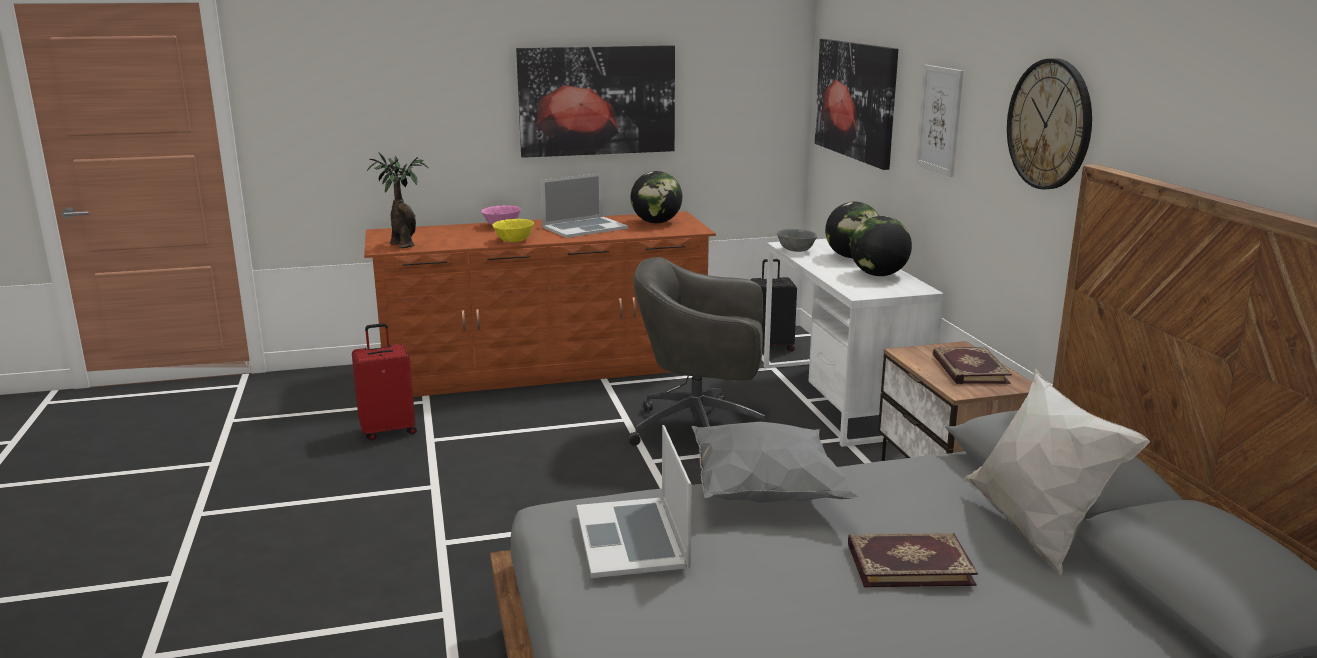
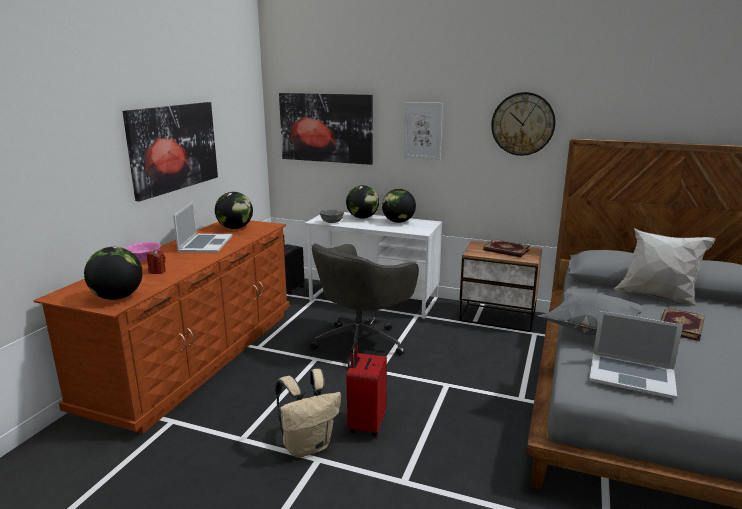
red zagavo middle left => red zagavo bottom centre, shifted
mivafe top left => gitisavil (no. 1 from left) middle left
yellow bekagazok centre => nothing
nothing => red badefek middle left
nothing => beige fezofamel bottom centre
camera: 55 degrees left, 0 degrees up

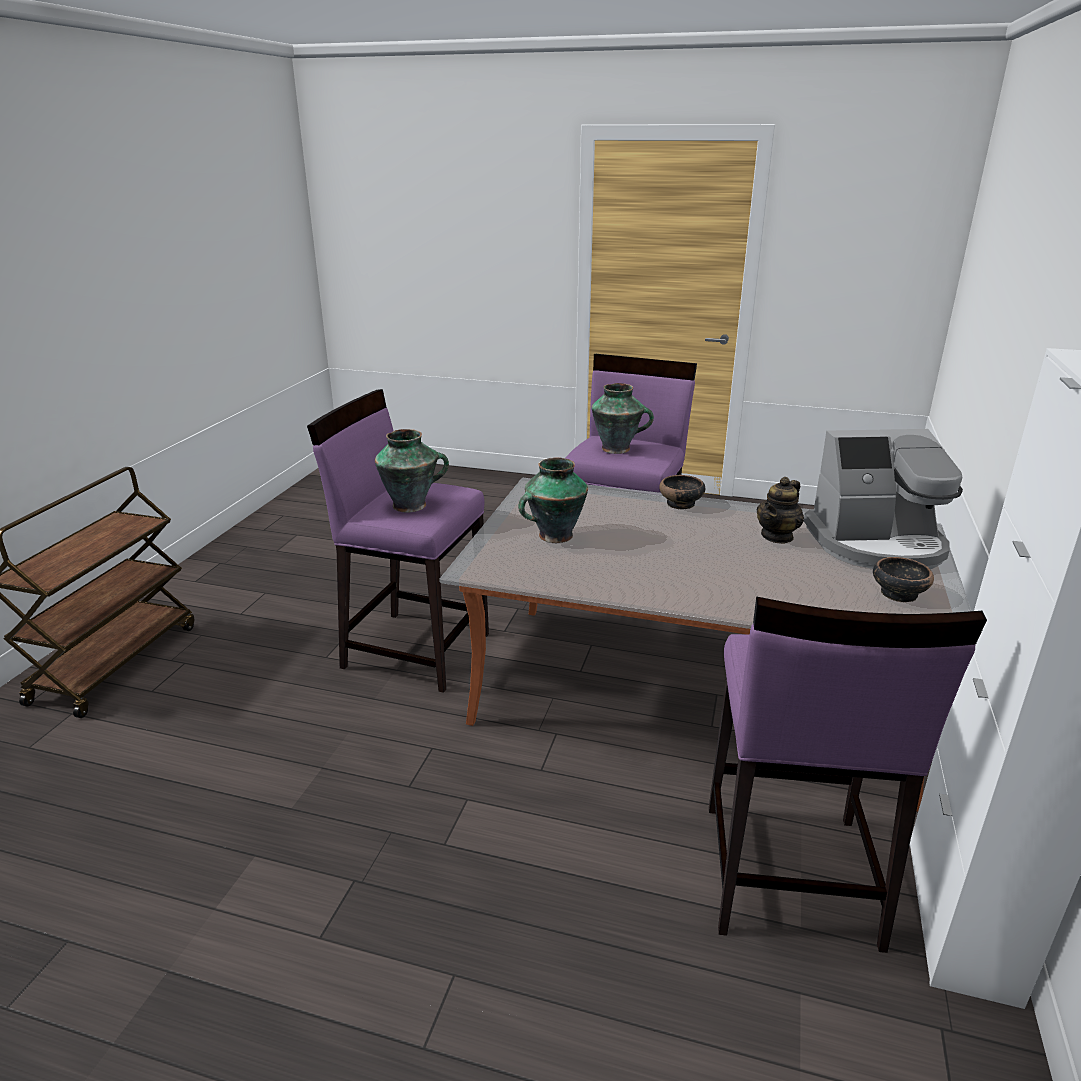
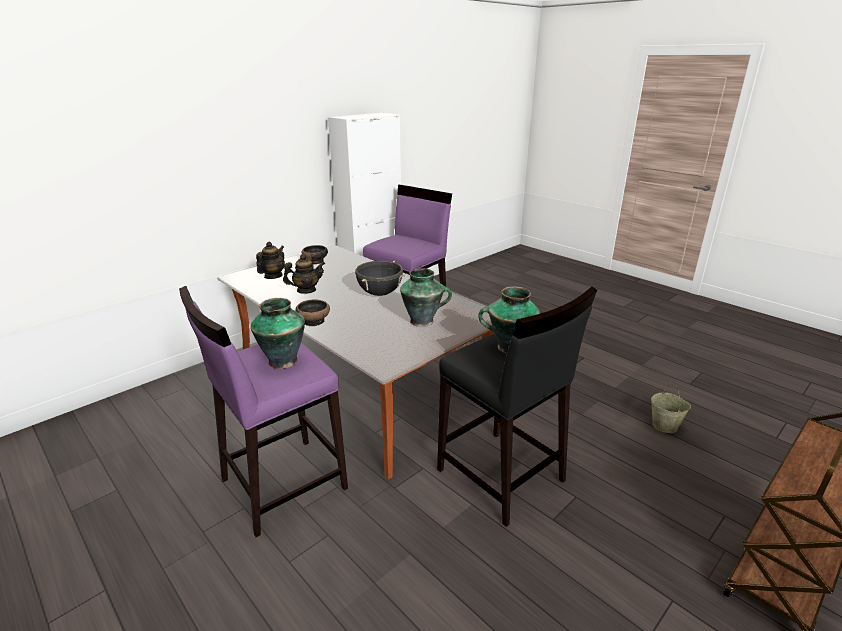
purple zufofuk (no. 1 from left) centre => black zufofuk centre
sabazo middle right => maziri (no. 1 from left) middle left
nothing => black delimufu centre
nothing => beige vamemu middle right
camera: 150 degrees left, 0 degrees up

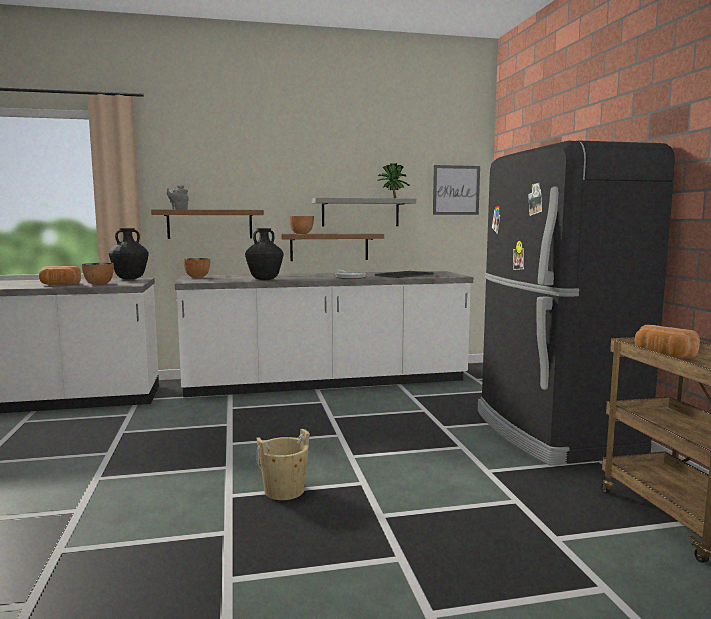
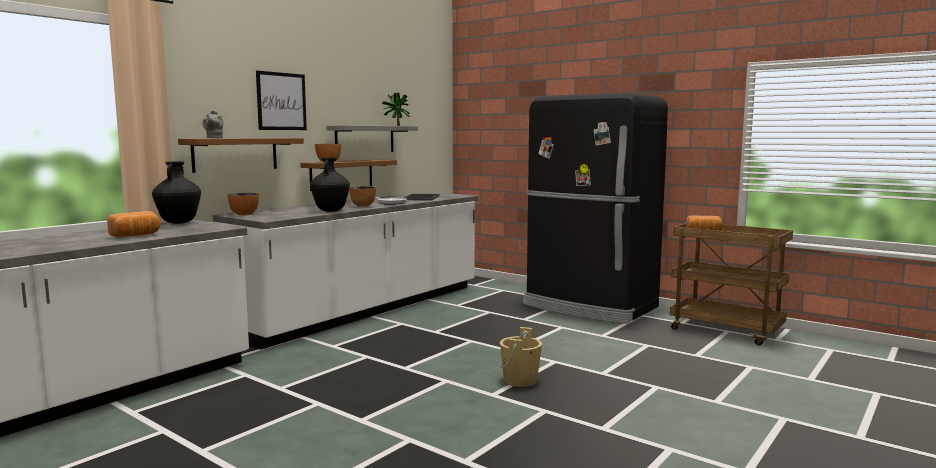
bekagazok (no. 1 from left in the first image) middle left => bekagazok (no. 3 from left) centre, shifted
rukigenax top centre => rukigenax top left, shifted
camera: 40 degrees left, 0 degrees up

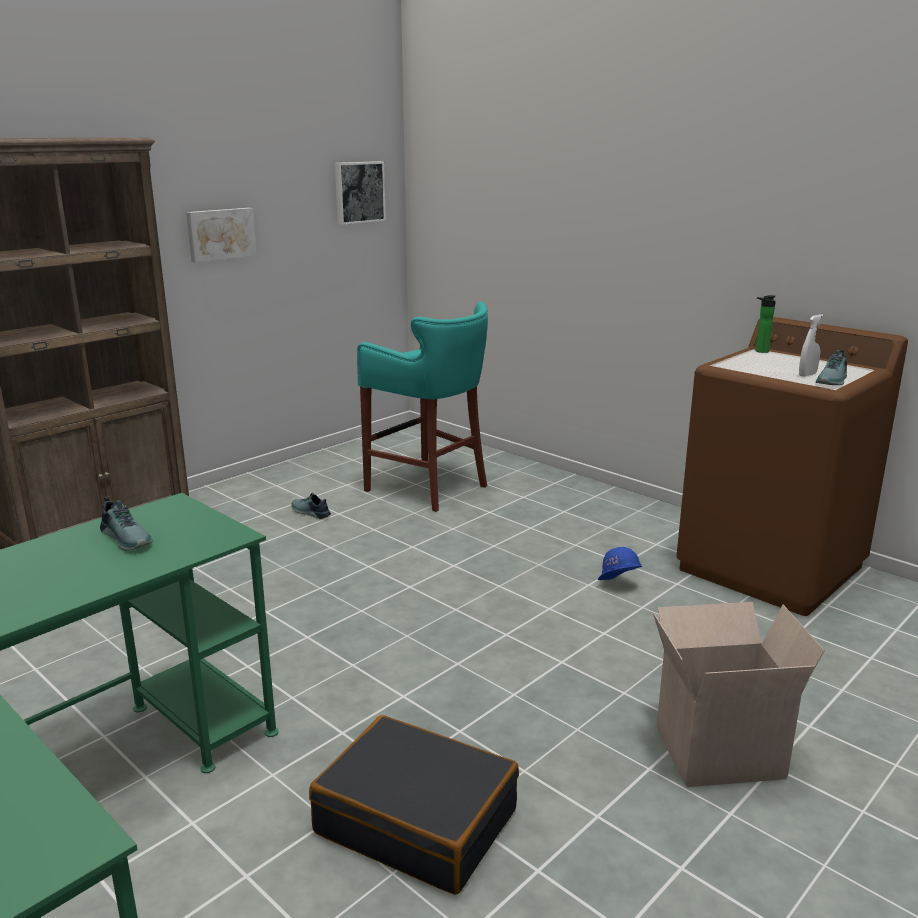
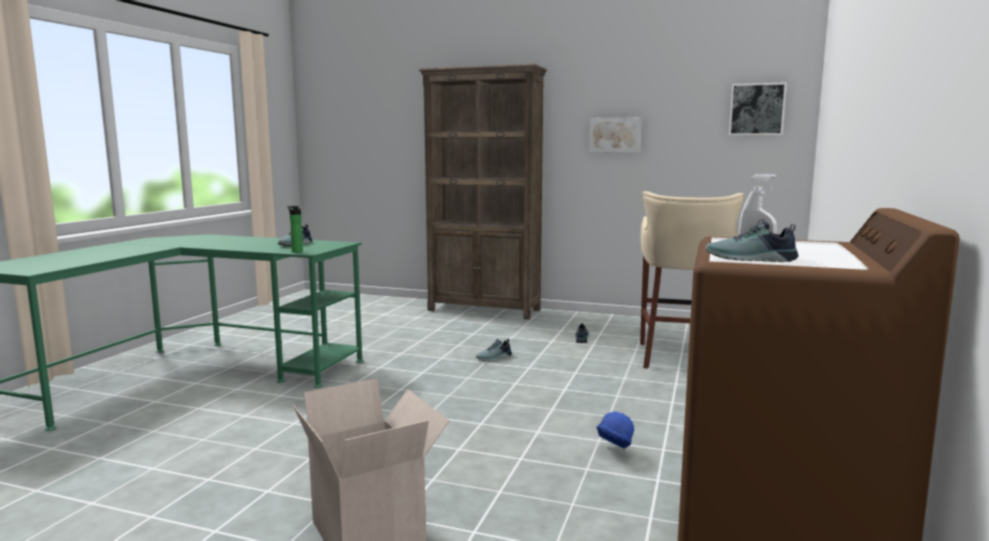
black zagavo bottom centre => nothing
turquoise zufofuk centre => beige zufofuk middle right
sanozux middle right => sanozux middle left, shifted
nothing => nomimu (no. 2 from left) centre
camera: 65 degrees right, 10 degrees down

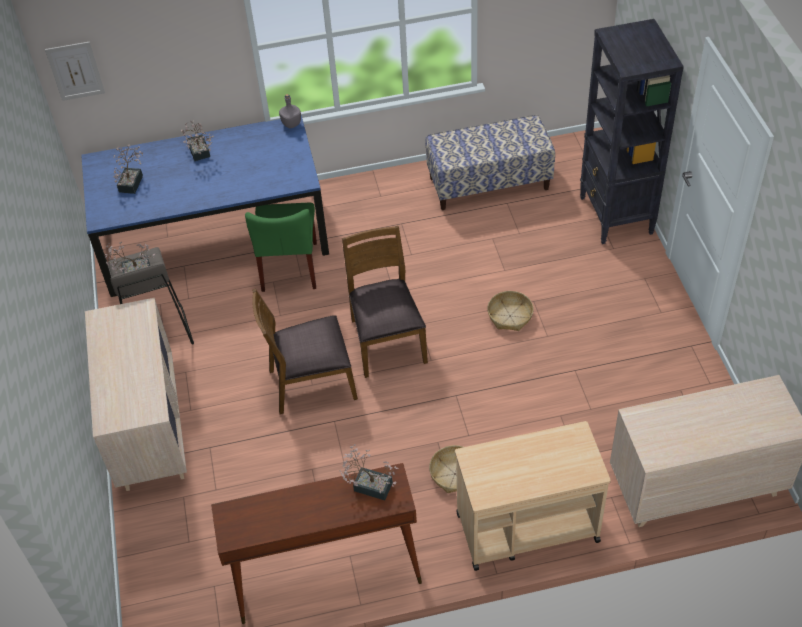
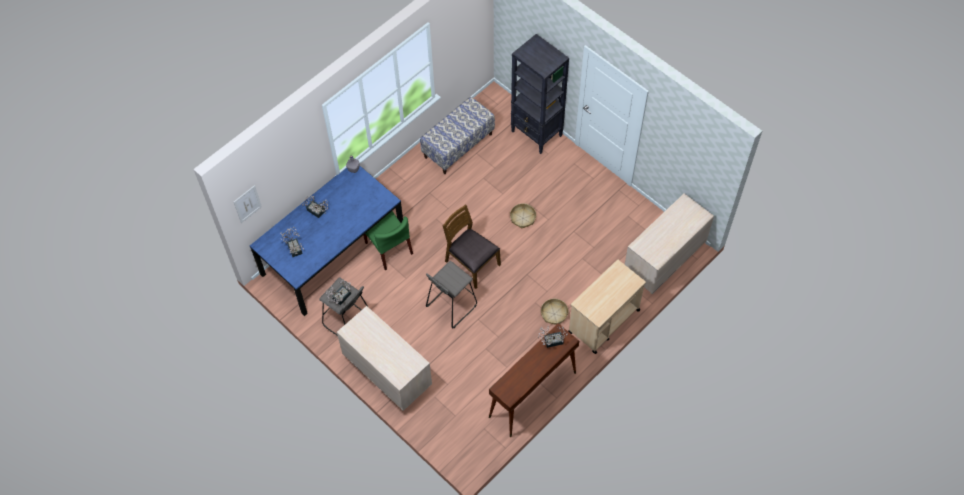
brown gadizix (no. 1 from left) centre => grey zufofuk (no. 2 from left) centre
camera: 35 degrees left, 10 degrees up

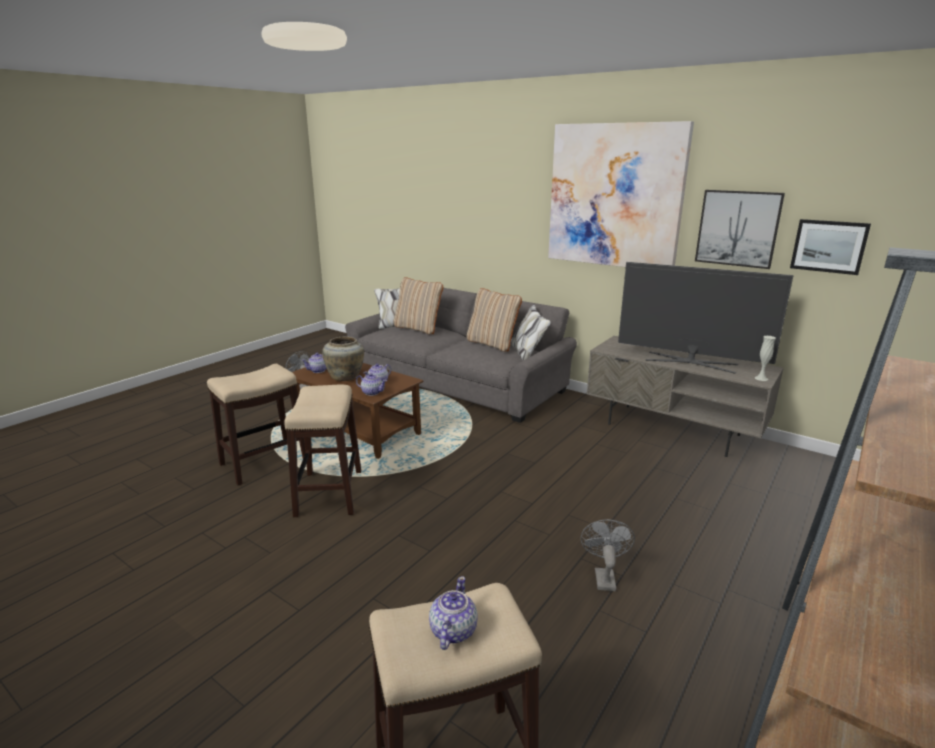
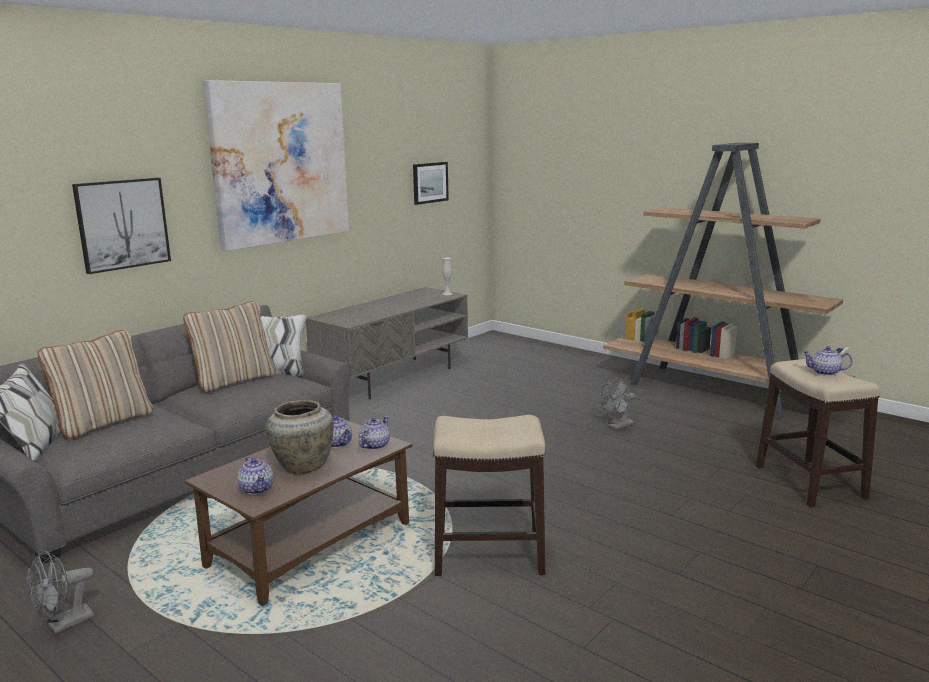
zufofuk (no. 1 from left) middle left => nothing
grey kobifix (no. 2 from left) bottom centre => grey kobifix (no. 2 from left) centre, 45 degrees counterclockwise
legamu middle right => nothing
rukigenax (no. 2 from left in the first image) top right => rukigenax (no. 1 from left) top left, shifted
camera: 85 degrees left, 5 degrees down

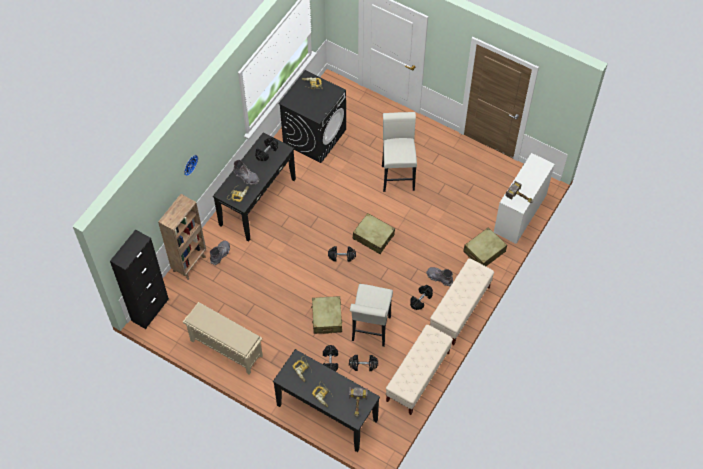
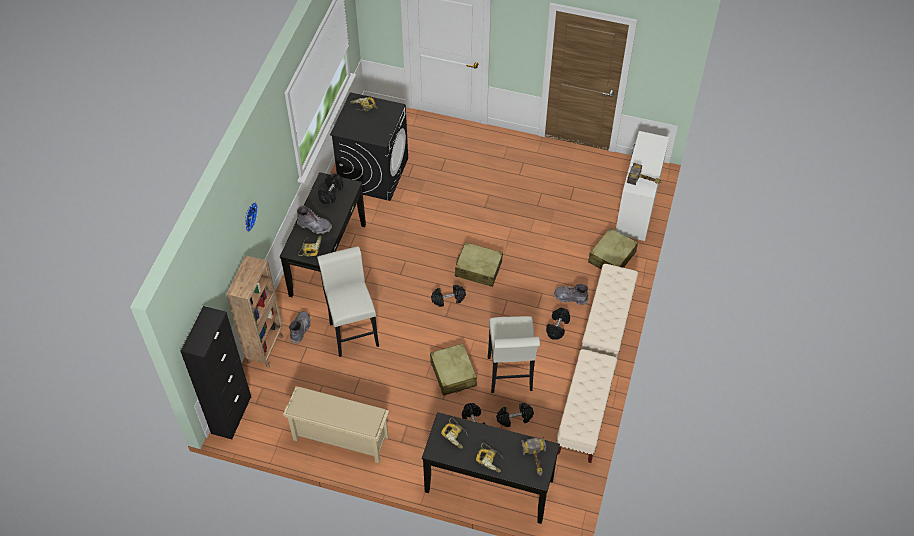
white zufofuk (no. 2 from left in the first image) top centre => white zufofuk (no. 1 from left) centre, shifted
camera: 15 degrees left, 5 degrees down

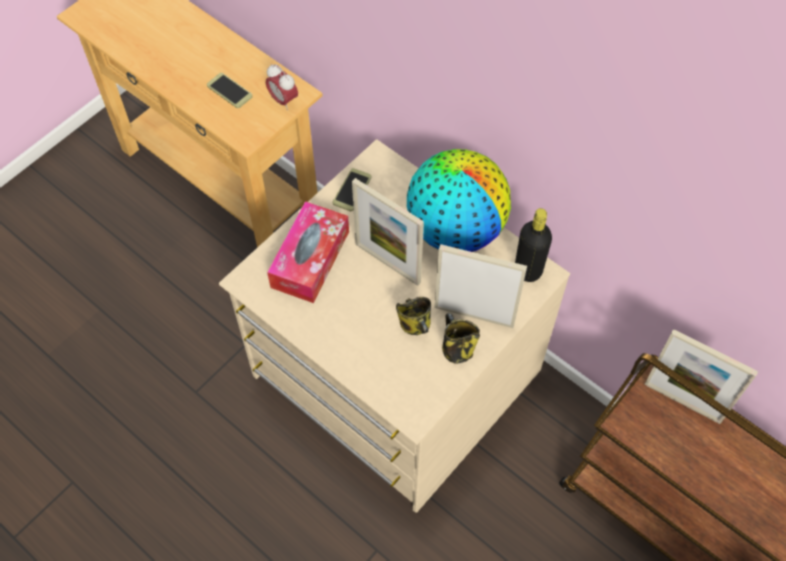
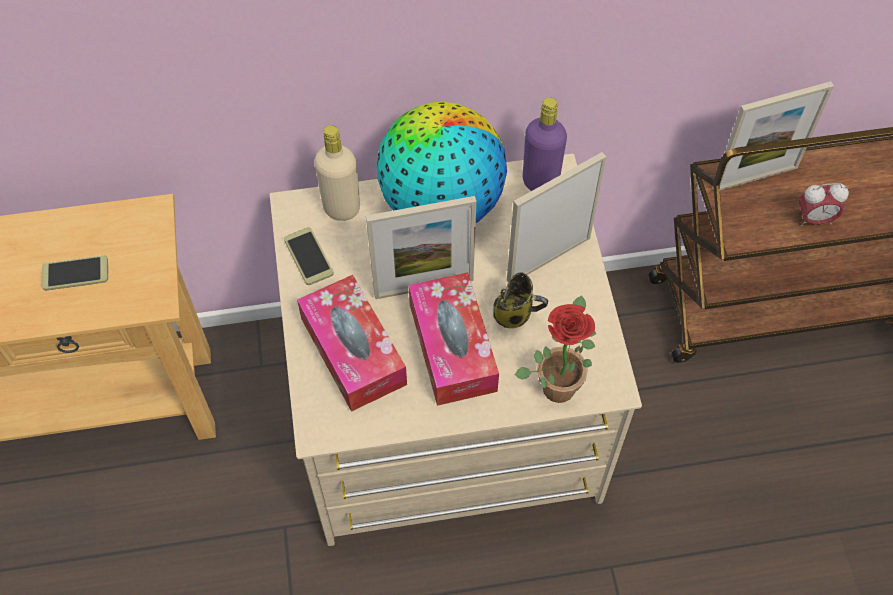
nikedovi top centre => nikedovi middle right, shifted
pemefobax (no. 2 from left) centre => nothing
black sanozux middle right => purple sanozux top centre
nothing => beige sanozux top centre
nothing => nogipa (no. 2 from left) centre
nothing => mivafe centre
camera: 50 degrees left, 0 degrees up

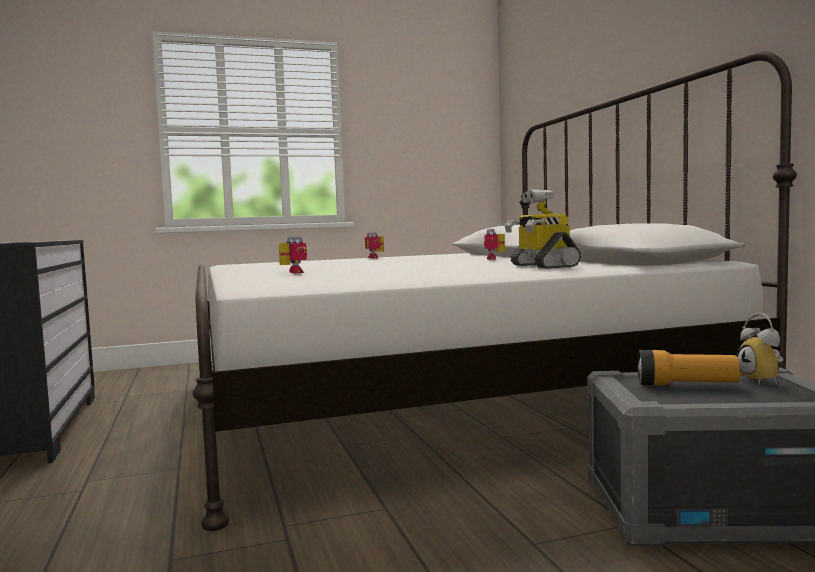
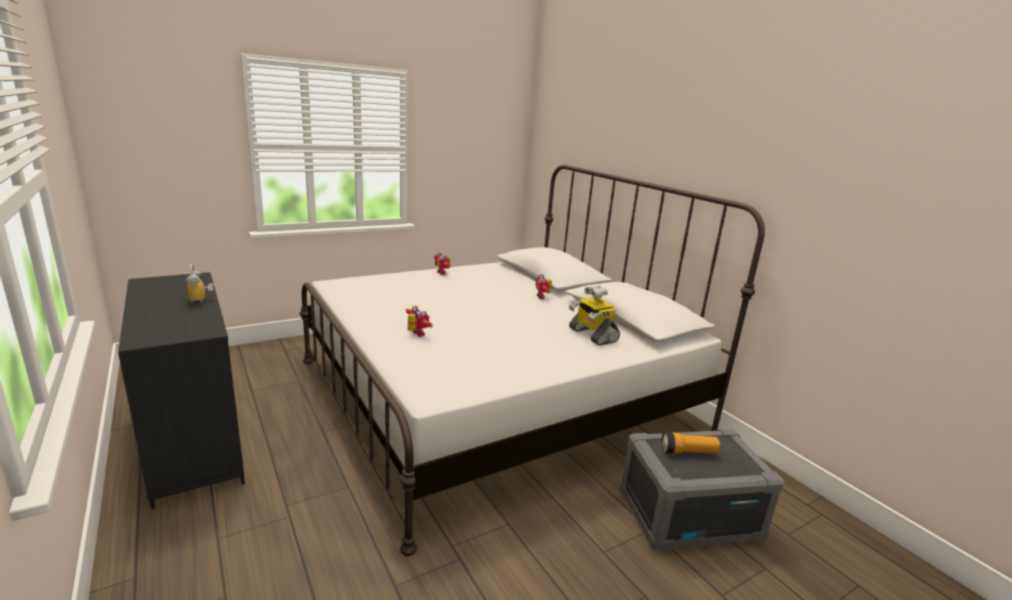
nikedovi middle right => nikedovi middle left, shifted
camera: 15 degrees left, 15 degrees up

